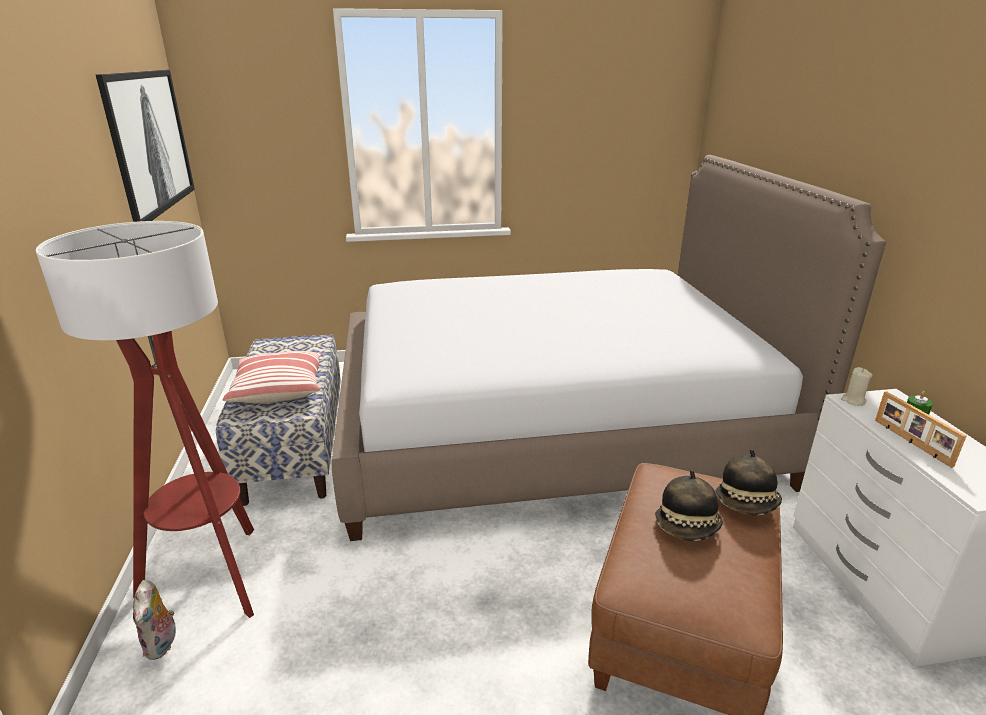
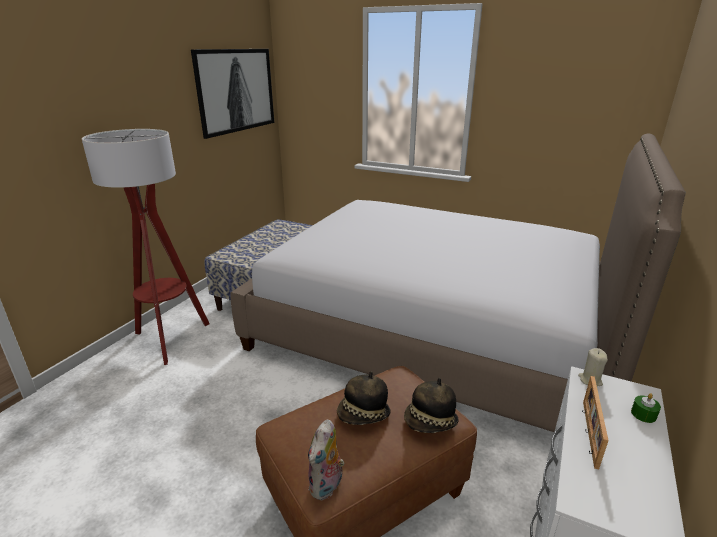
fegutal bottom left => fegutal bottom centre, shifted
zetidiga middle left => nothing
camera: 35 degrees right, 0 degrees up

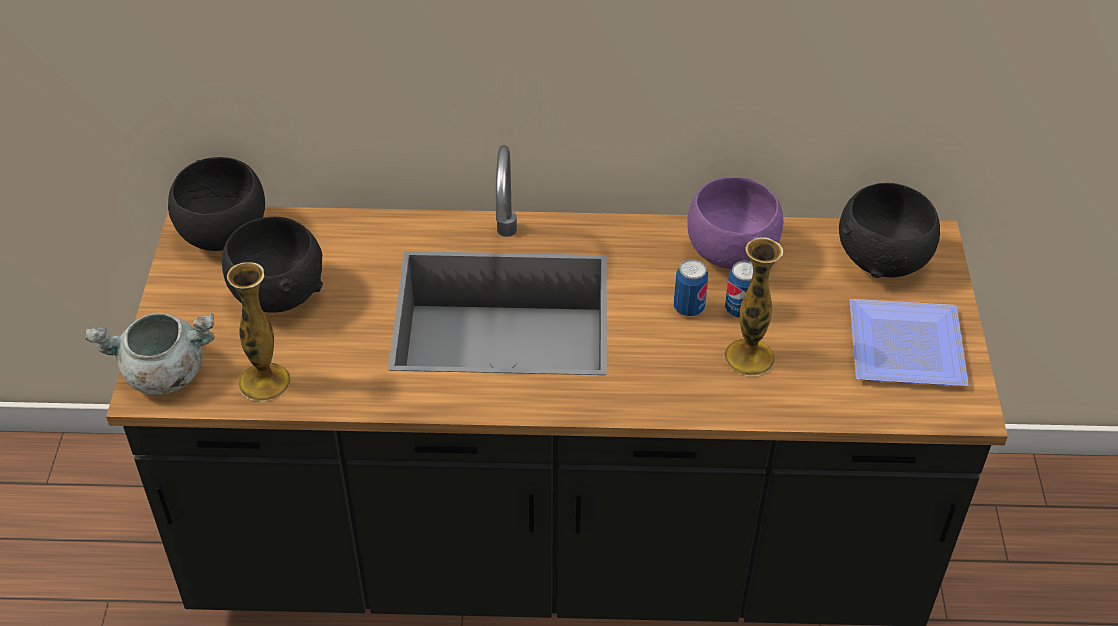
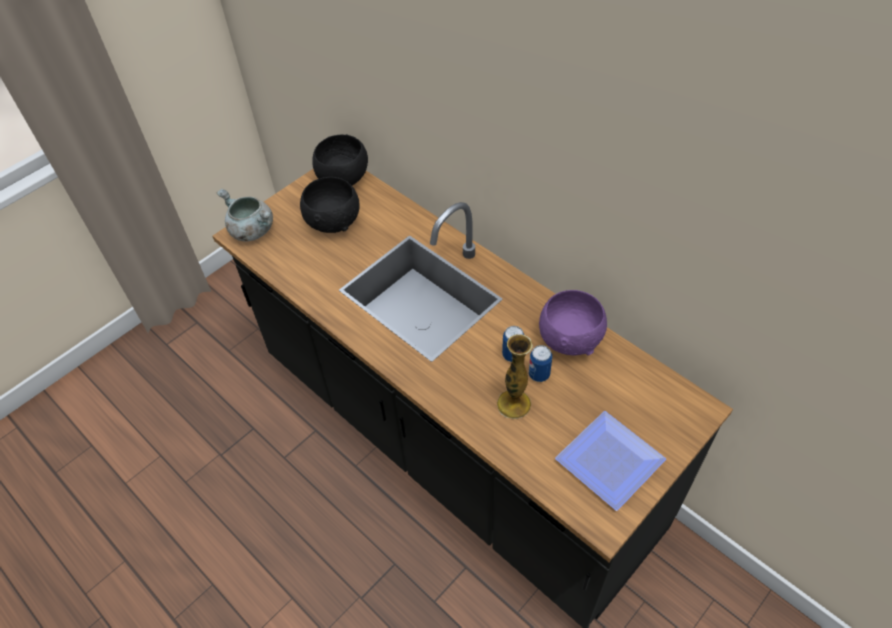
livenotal (no. 1 from left) middle left => nothing
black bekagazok (no. 3 from left) middle right => nothing
camera: 45 degrees right, 5 degrees up

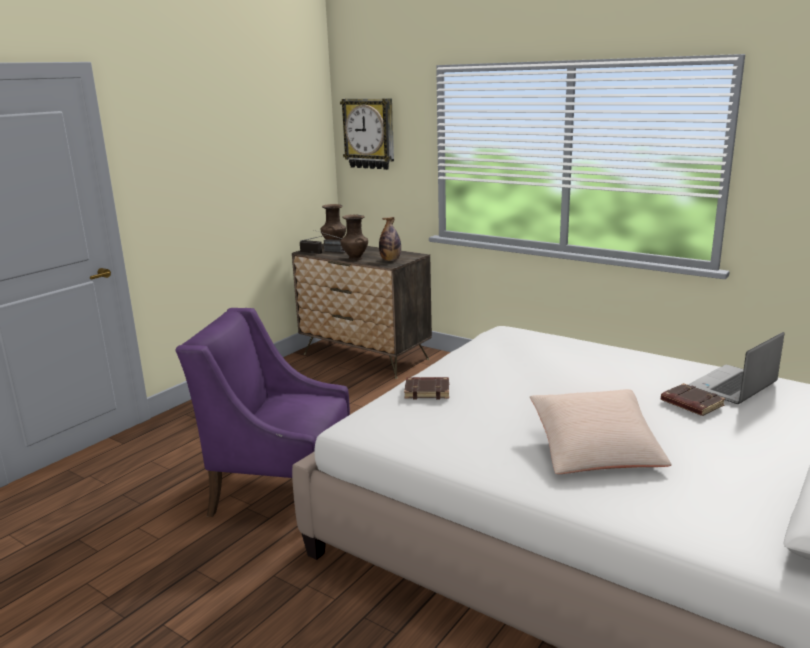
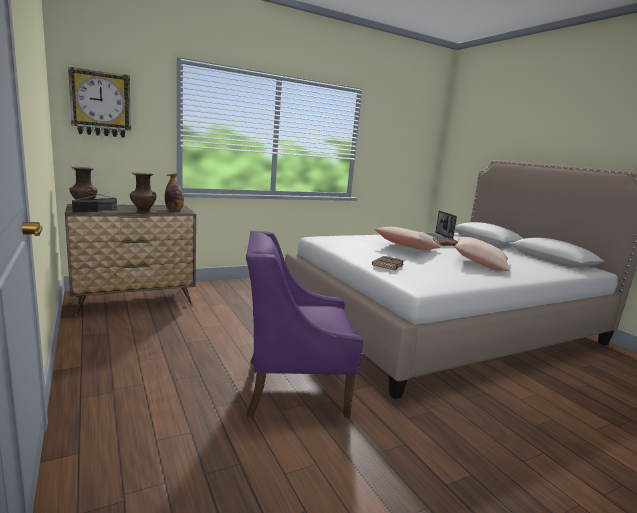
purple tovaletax middle left => purple tovaletax centre, 45 degrees clockwise
nothing => beige zetidiga (no. 1 from left) centre
camera: 65 degrees left, 5 degrees down

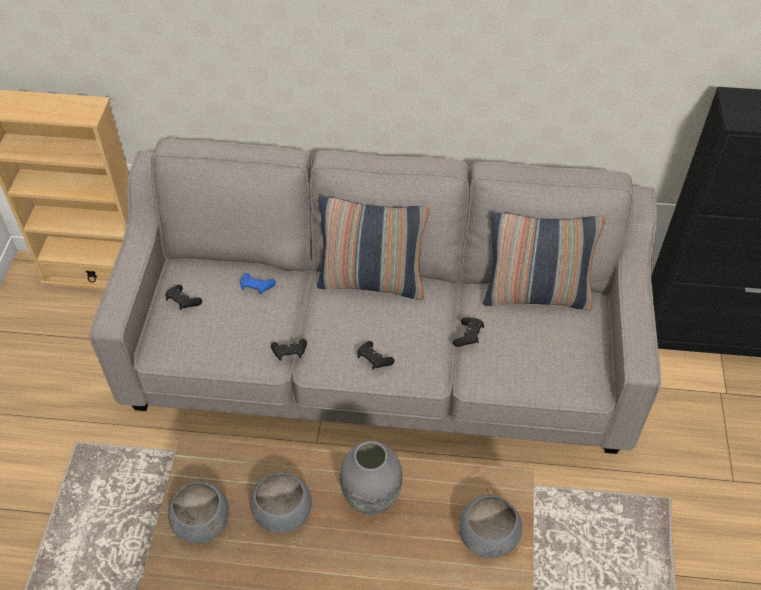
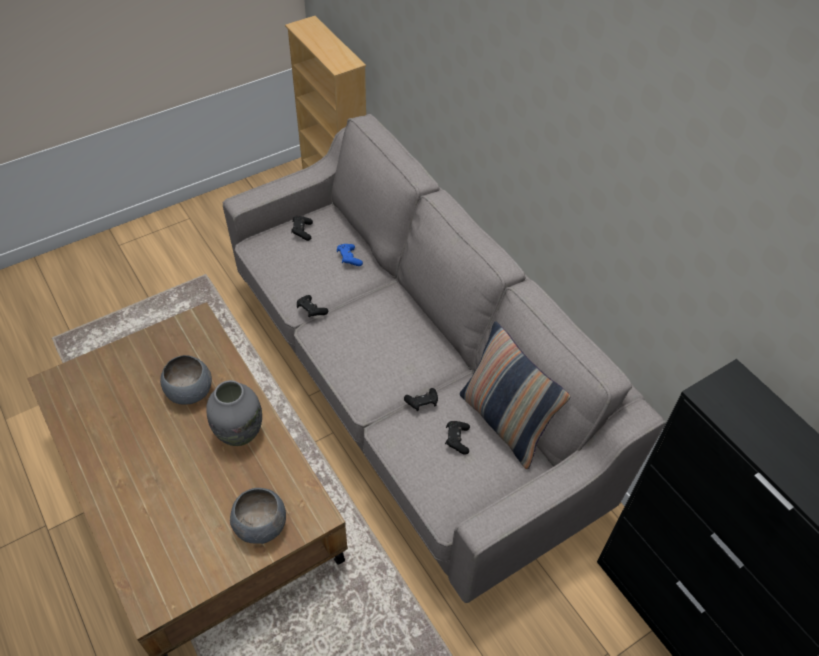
grey bekagazok (no. 1 from left) bottom left => nothing
zetidiga (no. 1 from left) centre => nothing
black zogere (no. 3 from left in the first image) centre => black zogere (no. 4 from left) bottom centre, shifted
camera: 50 degrees right, 0 degrees up

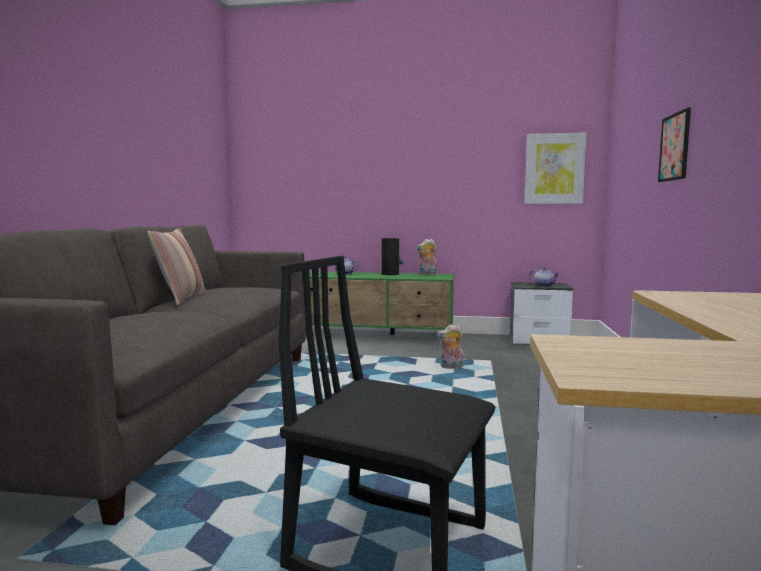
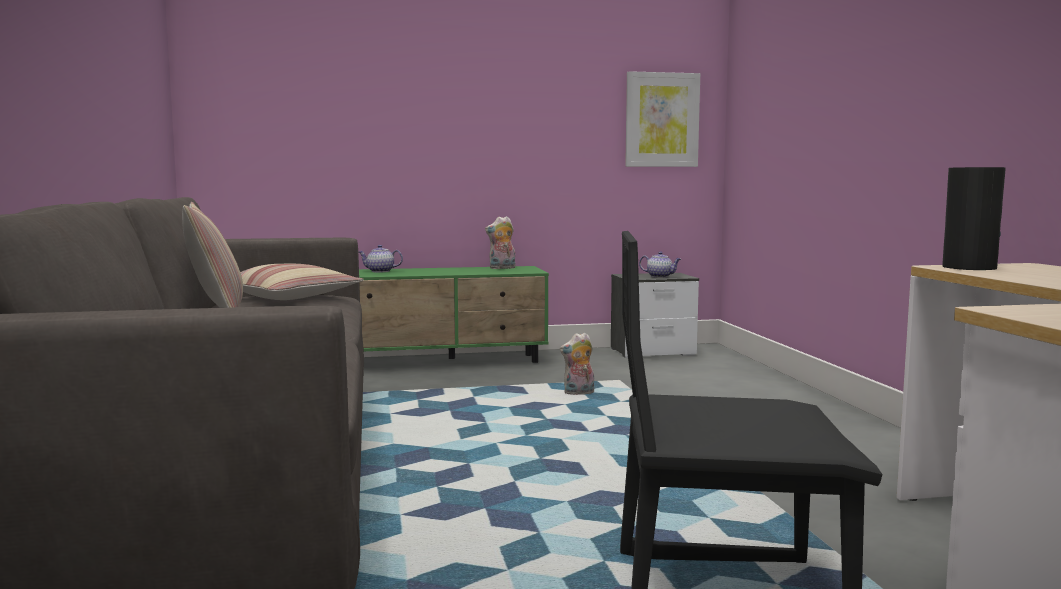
livenotal centre => livenotal middle right, shifted
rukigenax (no. 2 from left) top right => nothing
nothing => zetidiga (no. 2 from left) middle left
camera: 20 degrees left, 0 degrees up

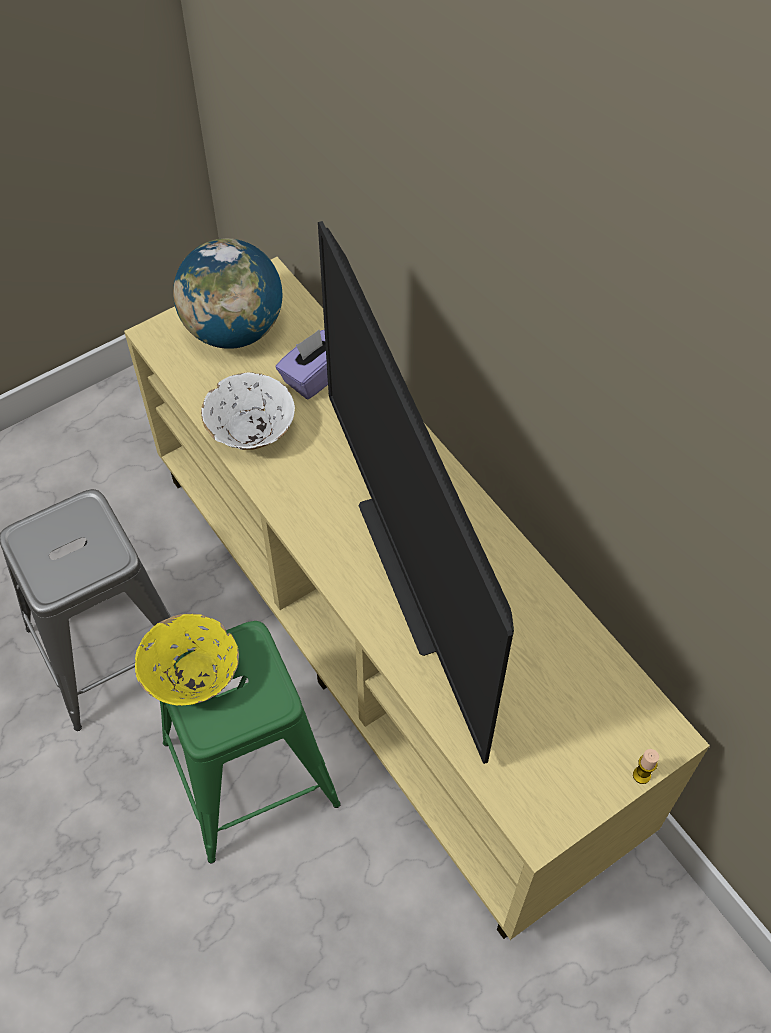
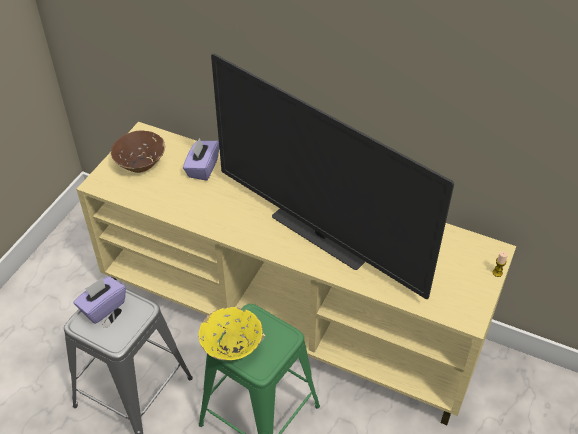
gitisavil top left => brown bekagazok middle left
white bekagazok middle left => nothing
nothing => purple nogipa (no. 1 from left) bottom left
camera: 30 degrees left, 10 degrees down

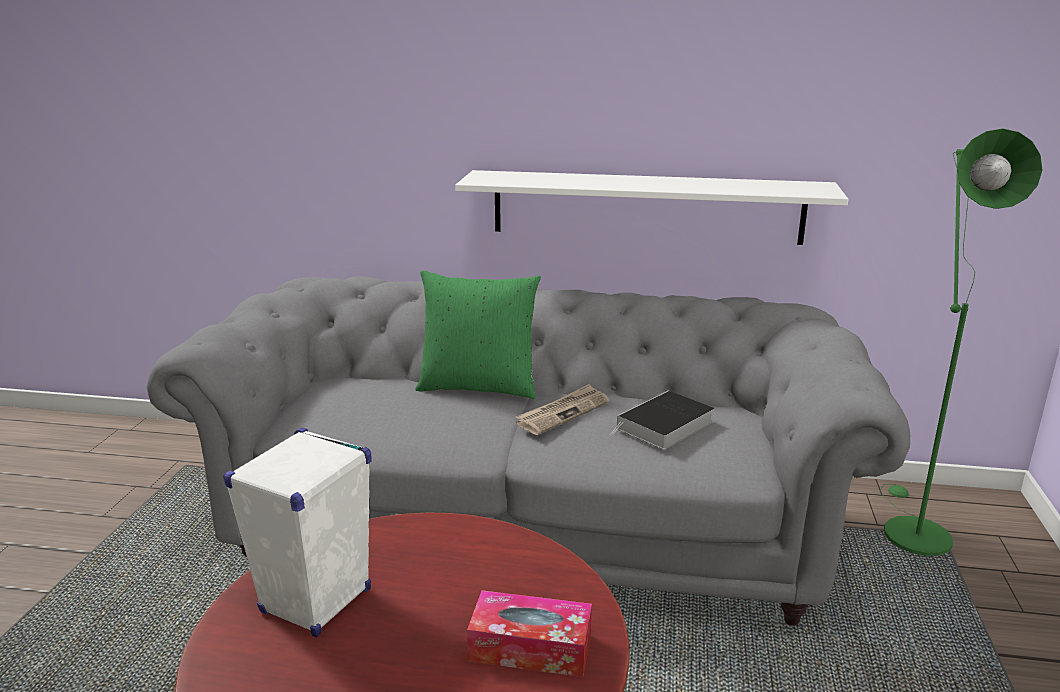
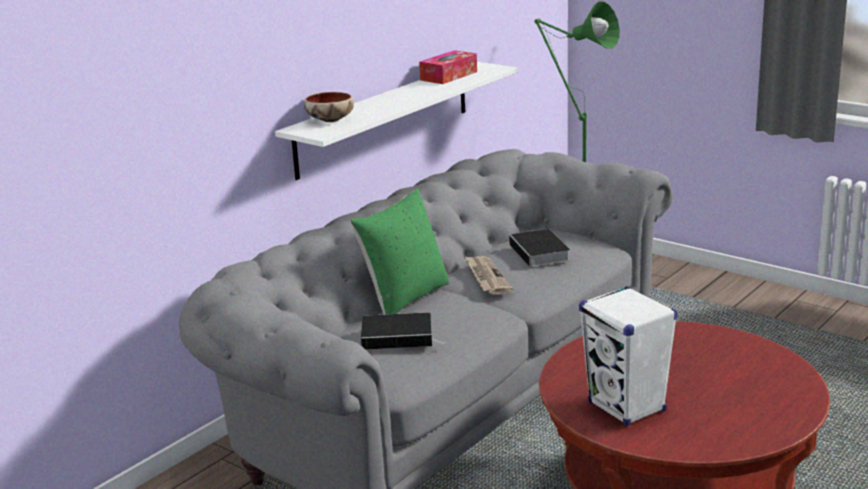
nogipa bottom centre => nogipa top centre, shifted
nothing => bekagazok top centre
nothing => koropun (no. 1 from left) bottom centre
camera: 60 degrees left, 0 degrees up

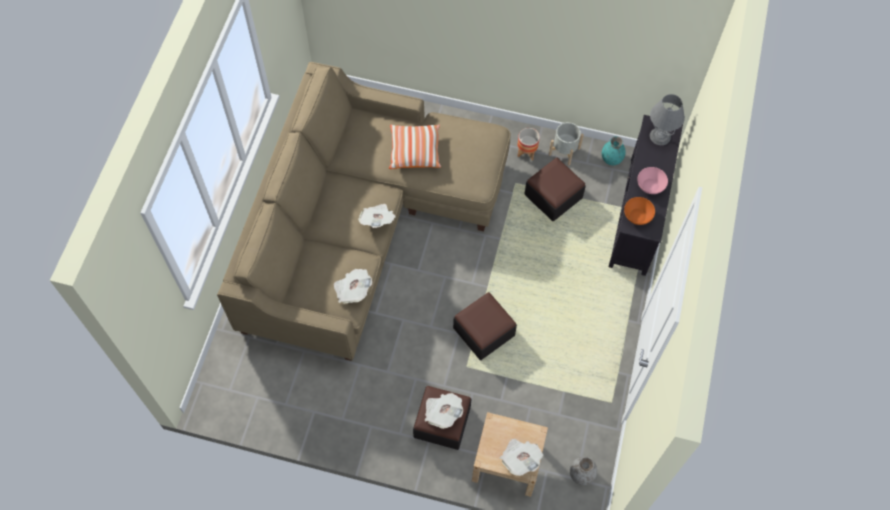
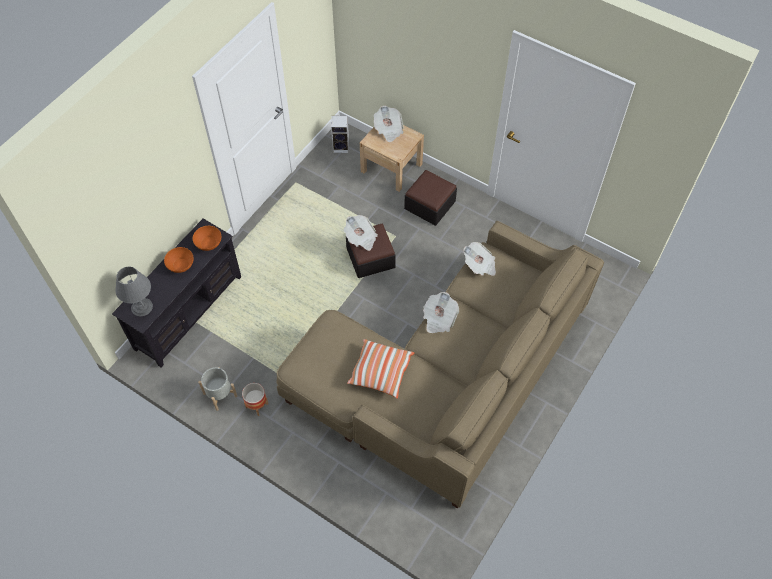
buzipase (no. 3 from left in the first image) bottom centre => buzipase (no. 1 from left) centre, shifted
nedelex (no. 3 from left) centre => nothing
grey livenotal bottom centre => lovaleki top centre
turquoise livenotal top right => nothing
pink bekagazok middle right => orange bekagazok (no. 1 from left) middle left
camera: 160 degrees left, 5 degrees down

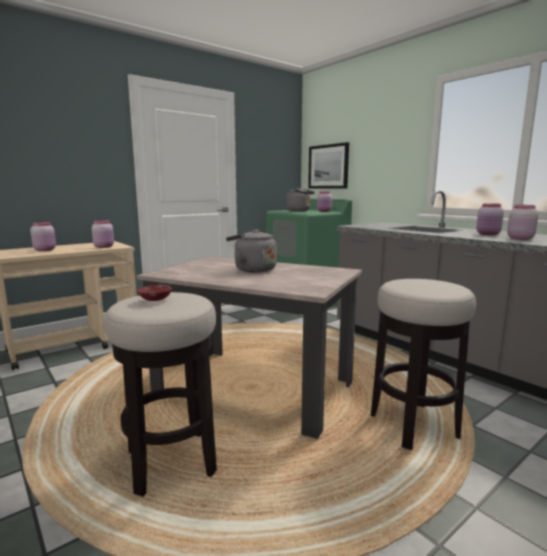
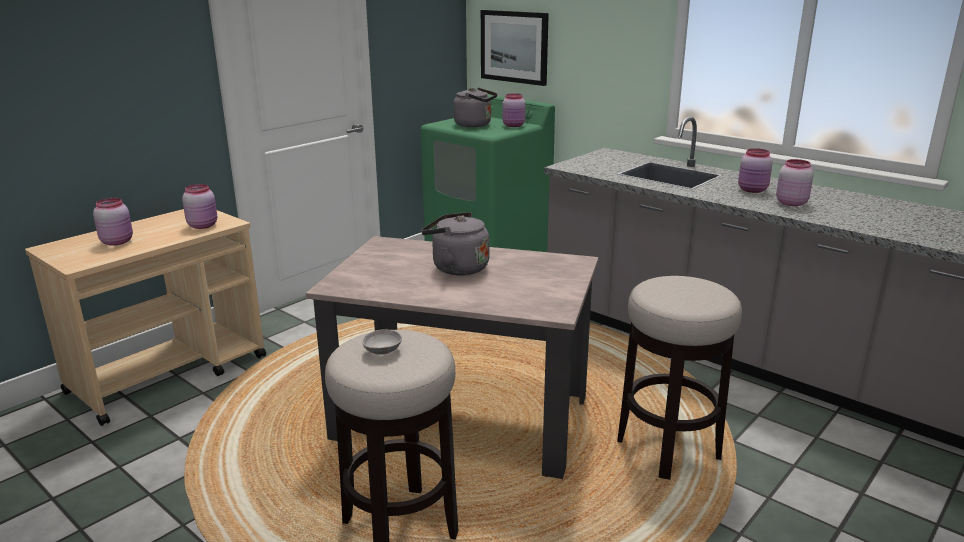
red bekagazok middle left => grey bekagazok centre
camera: 10 degrees left, 10 degrees up

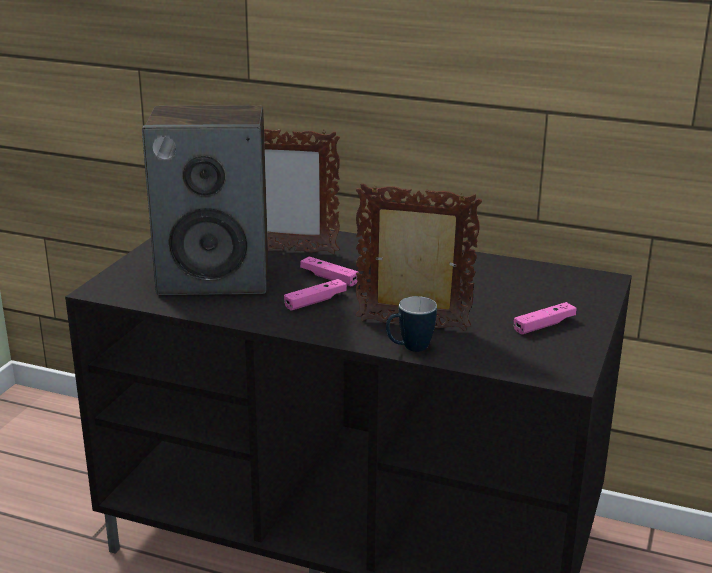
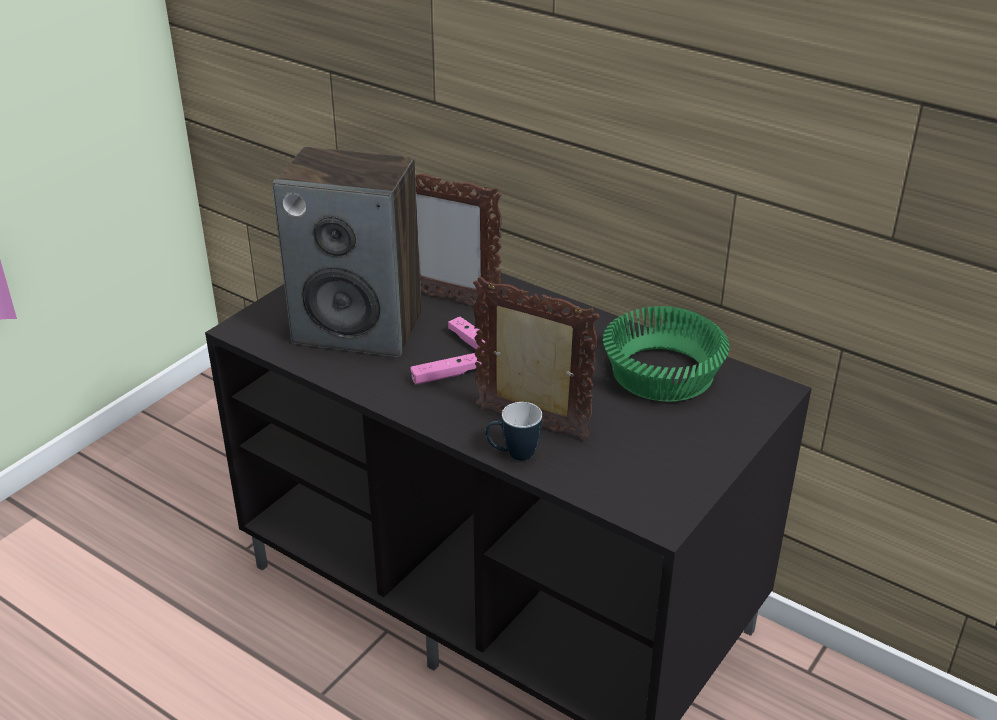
pink zogere (no. 3 from left) middle right => nothing
nothing => green bekagazok middle right
camera: 15 degrees right, 10 degrees up

